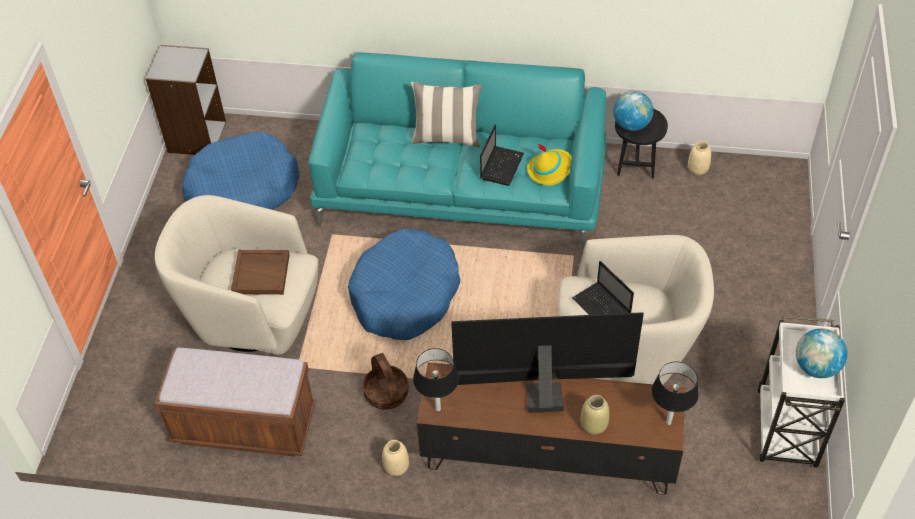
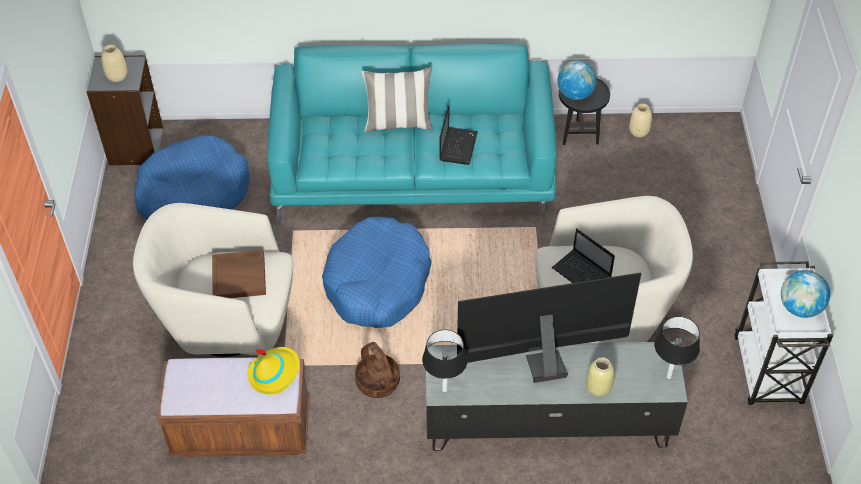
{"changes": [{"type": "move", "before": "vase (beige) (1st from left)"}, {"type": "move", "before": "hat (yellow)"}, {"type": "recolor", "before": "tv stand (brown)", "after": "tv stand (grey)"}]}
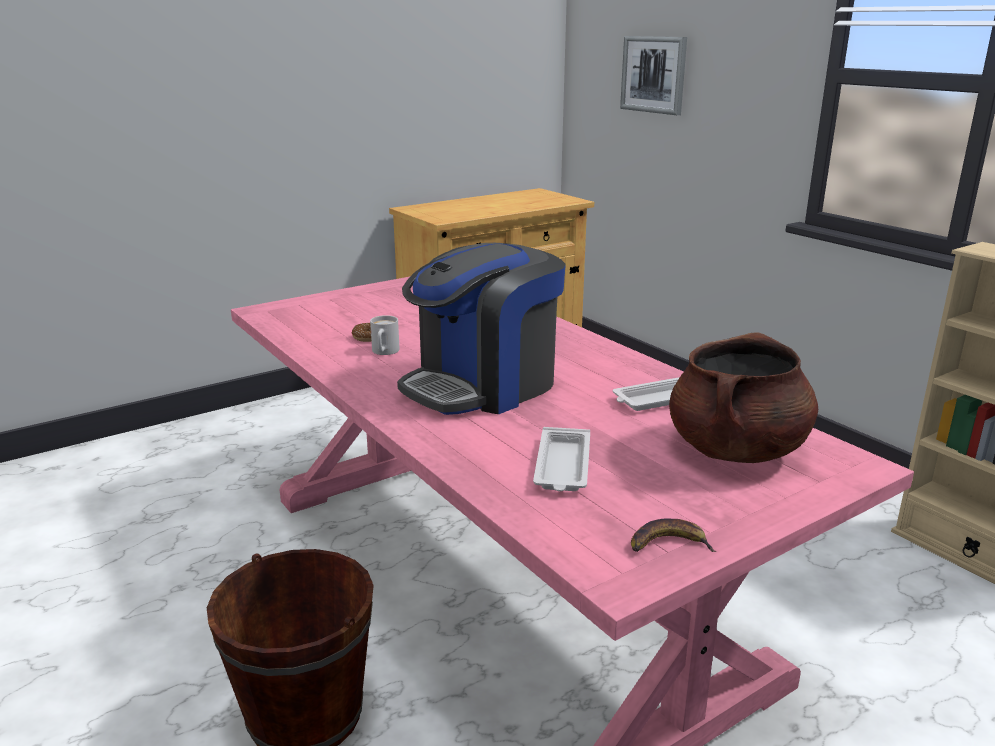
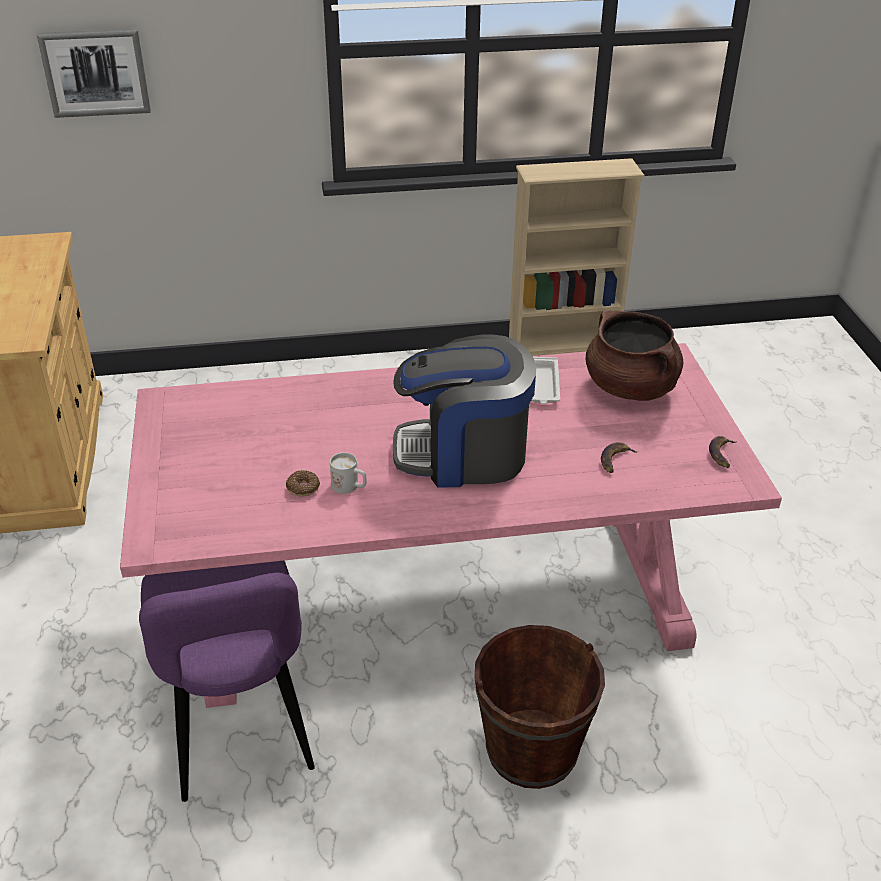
{"changes": [{"type": "insert", "after": "chair (purple)"}, {"type": "replace", "before": "tray (white) (1st from left)", "after": "banana (1st from left)"}, {"type": "rotate", "before": "coffee machine", "turn": 105}]}
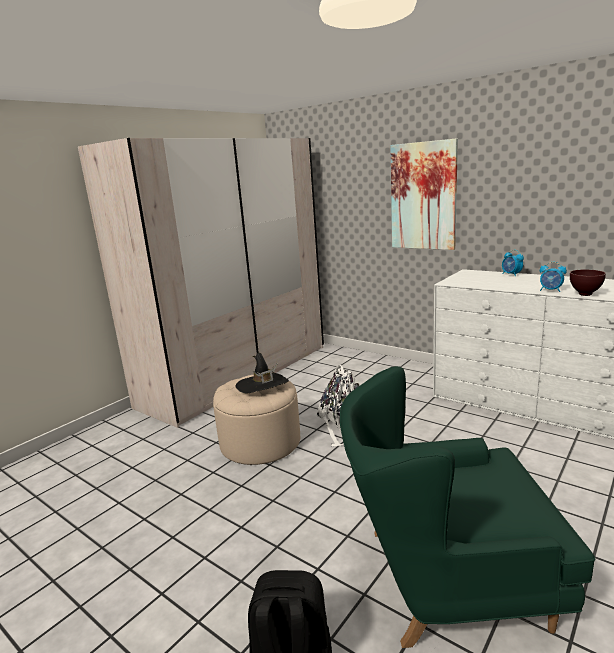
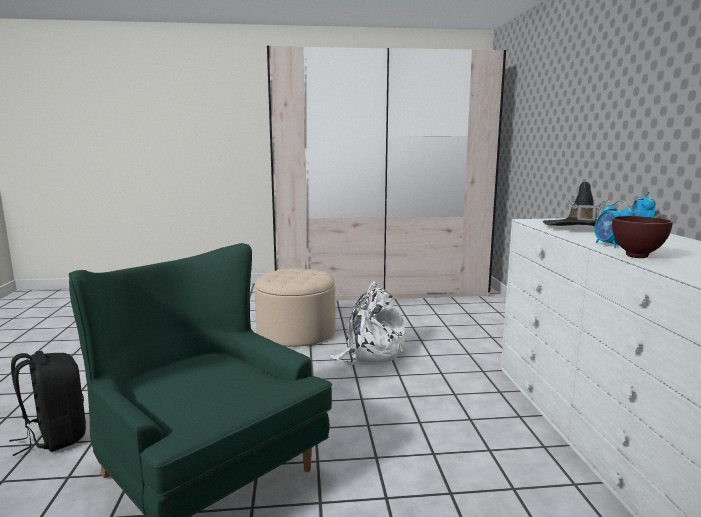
{"changes": [{"type": "delete", "before": "picture"}, {"type": "move", "before": "hat (black)"}]}
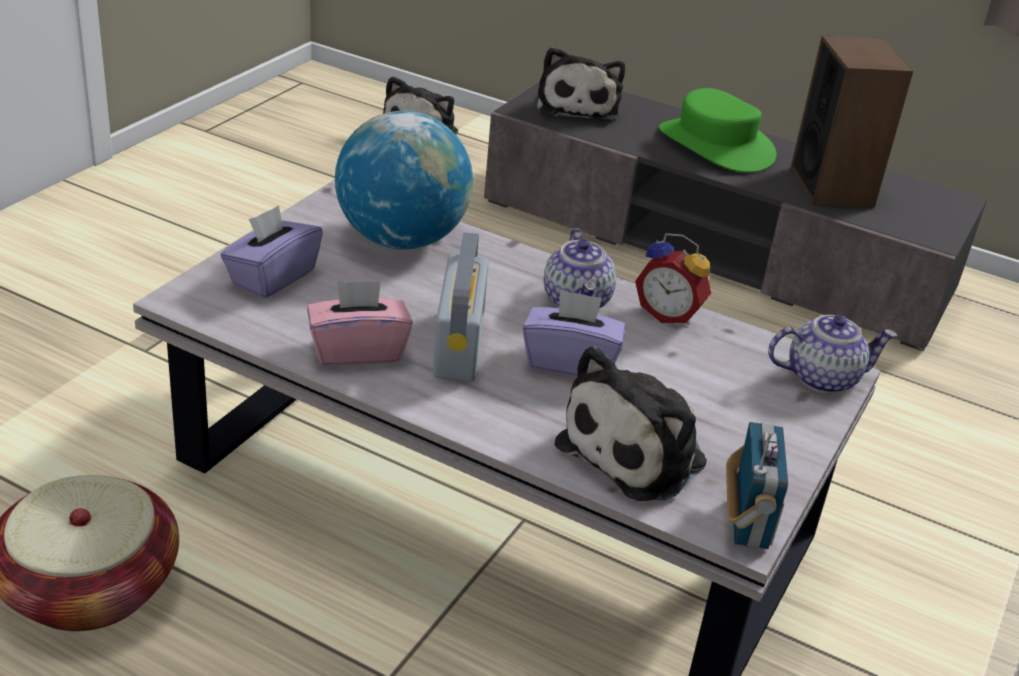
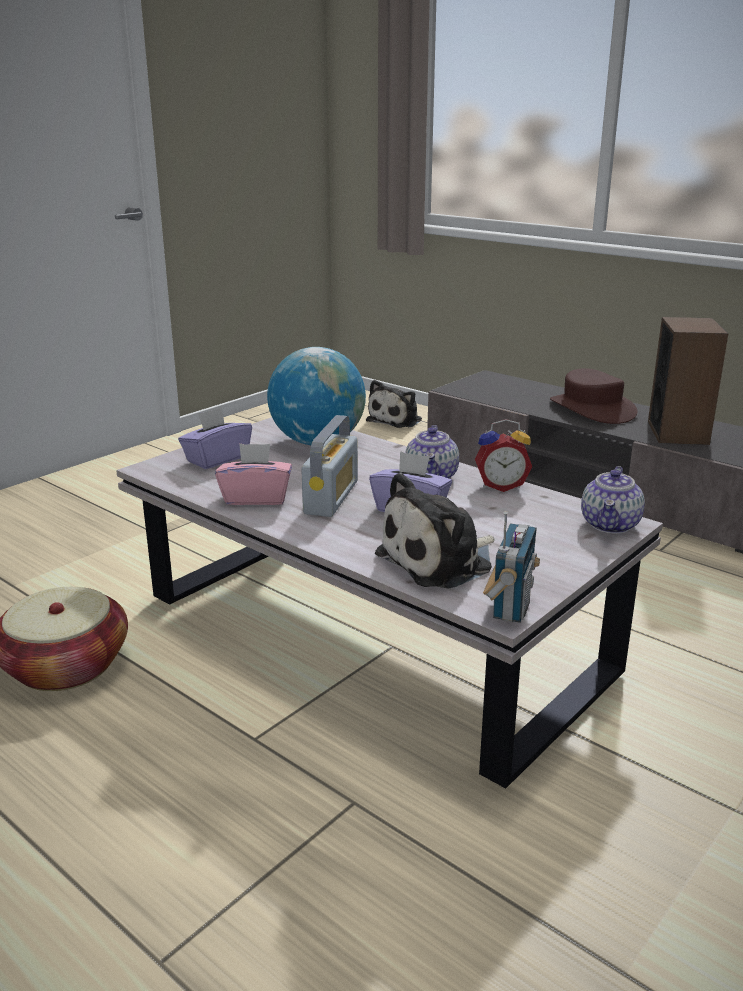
{"changes": [{"type": "delete", "before": "plush toy (2nd from left)"}, {"type": "recolor", "before": "hat (green)", "after": "hat (brown)"}, {"type": "rotate", "before": "alarm clock", "turn": -45}, {"type": "rotate", "before": "teapot (2nd from left)", "turn": 105}]}
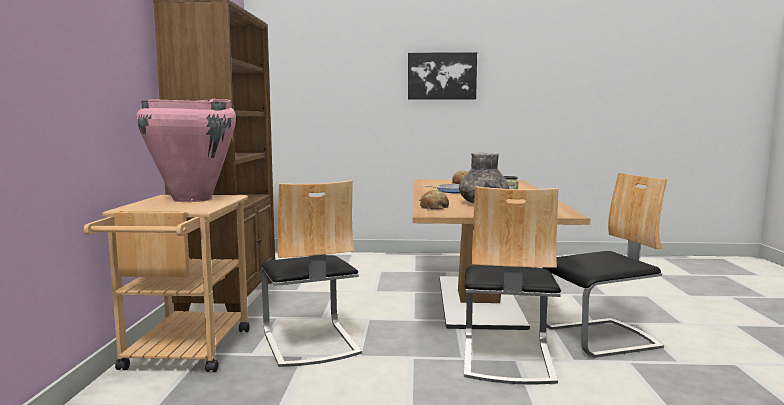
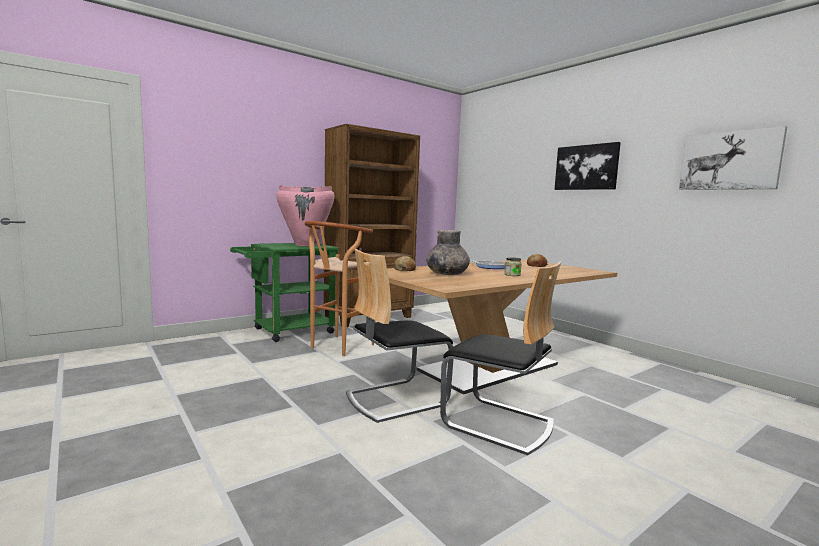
{"changes": [{"type": "insert", "after": "picture (2nd from left)"}, {"type": "replace", "before": "chair (1st from left)", "after": "stool (brown)"}, {"type": "recolor", "before": "cart (beige)", "after": "cart (green)"}]}
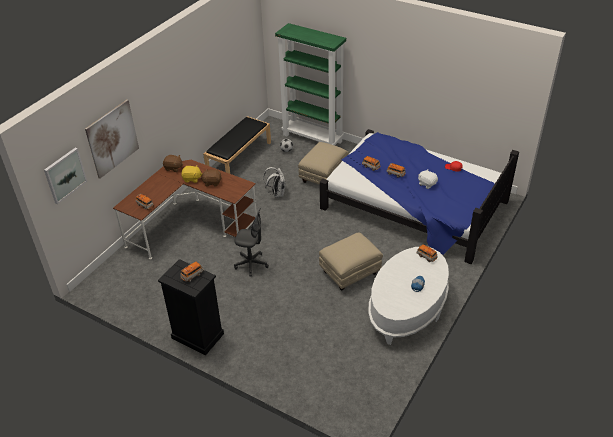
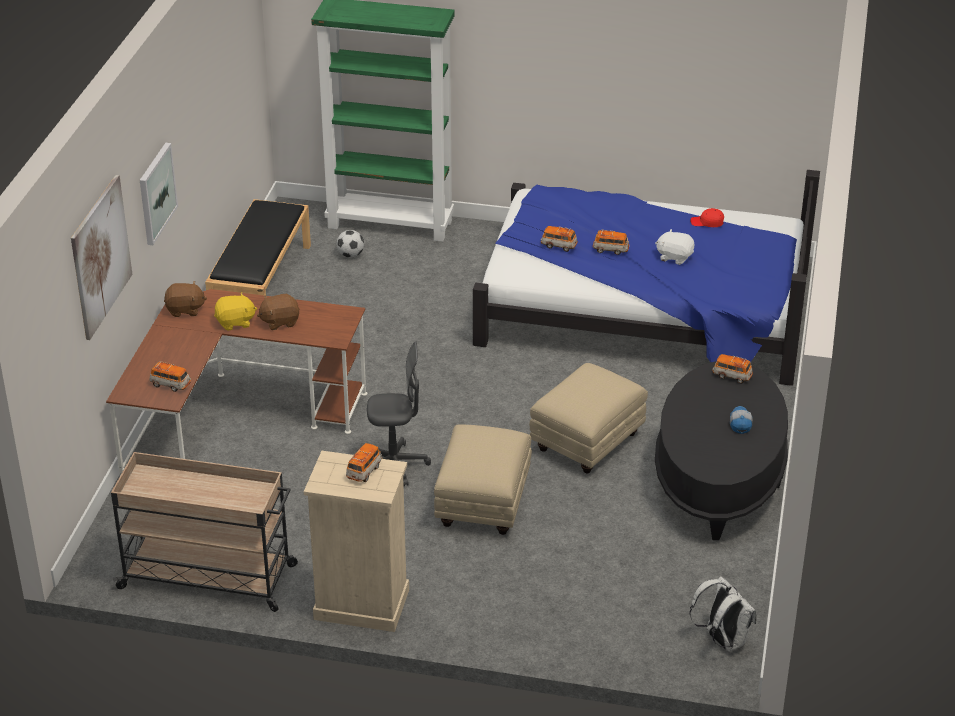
{"changes": [{"type": "insert", "after": "cart (beige)"}, {"type": "move", "before": "picture (1st from left in the first image)", "after": "picture (2nd from left)"}, {"type": "move", "before": "backpack (white)"}, {"type": "move", "before": "ottoman (beige) (1st from left)"}, {"type": "recolor", "before": "dresser (black)", "after": "dresser (beige)"}, {"type": "recolor", "before": "coffee table (white)", "after": "coffee table (black)"}]}
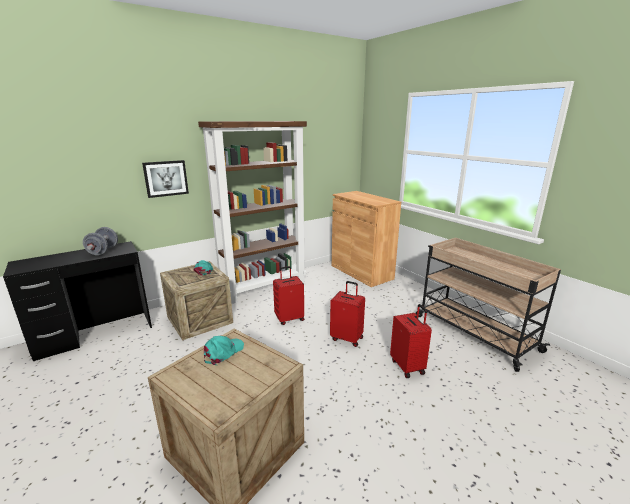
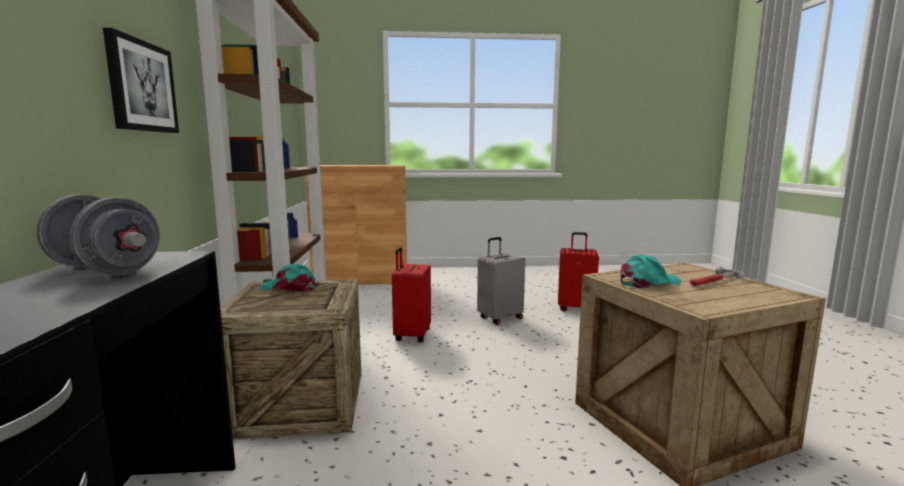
{"changes": [{"type": "delete", "before": "cart (beige)"}, {"type": "insert", "after": "hammer"}, {"type": "recolor", "before": "suitcase (red) (2nd from left)", "after": "suitcase (grey)"}, {"type": "rotate", "before": "cap (turquoise) (2nd from left)", "turn": 90}]}
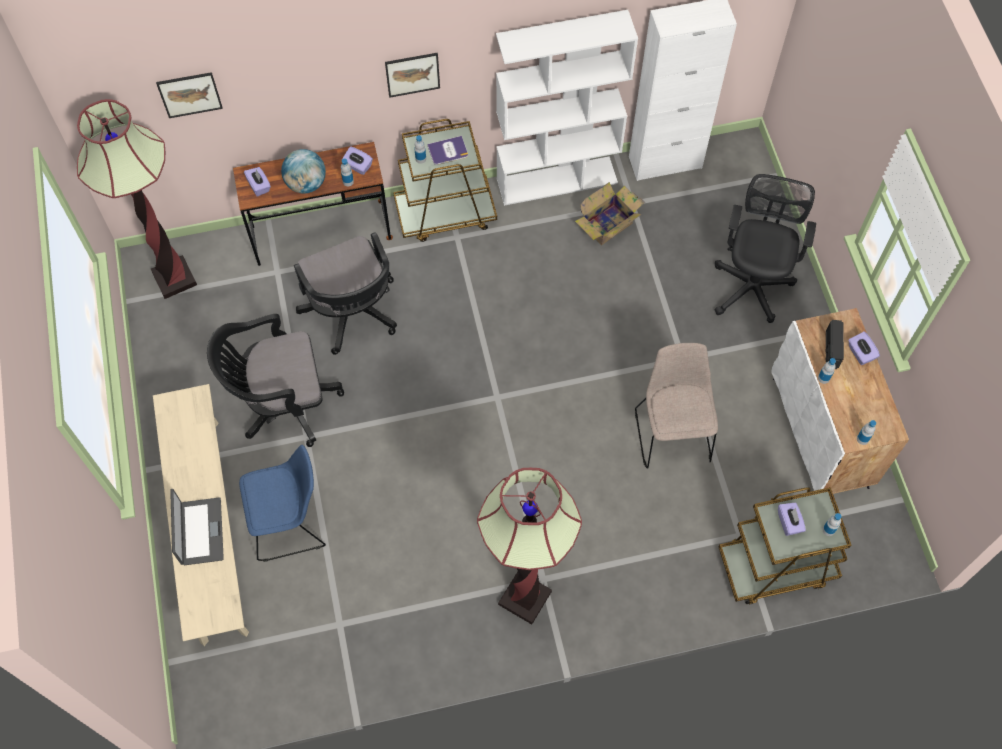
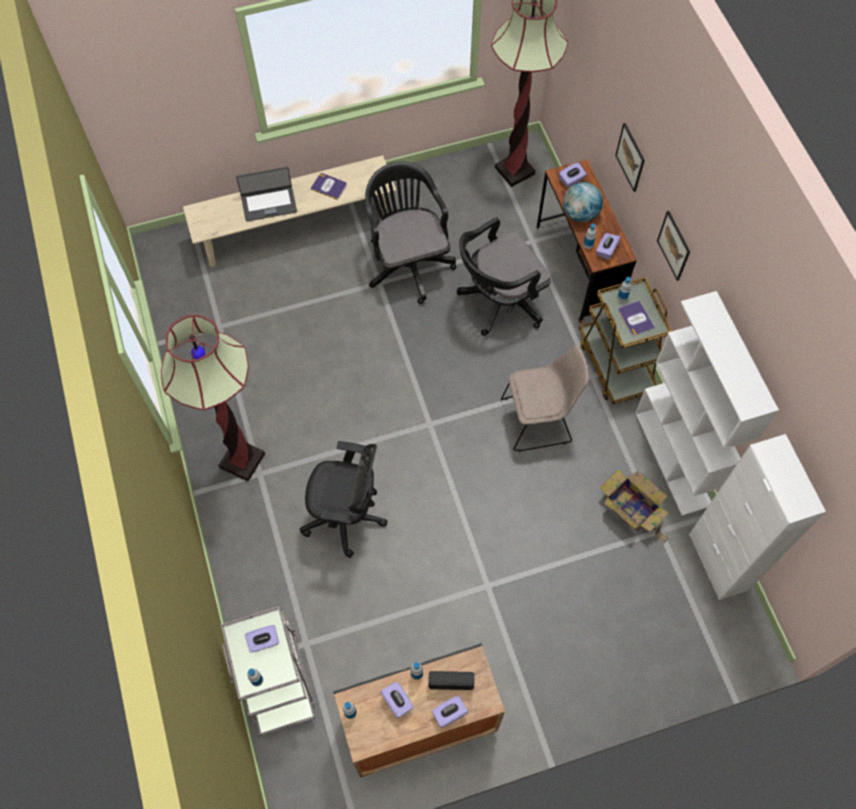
{"changes": [{"type": "delete", "before": "chair (blue)"}, {"type": "insert", "after": "book (1st from left)"}, {"type": "insert", "after": "tissue box (purple) (2nd from left)"}, {"type": "move", "before": "picture (1st from left)"}, {"type": "move", "before": "chair (beige)"}, {"type": "move", "before": "office chair (black) (3rd from left in the first image)", "after": "office chair (black) (1st from left)"}, {"type": "recolor", "before": "cart (brown) (2nd from left)", "after": "cart (grey)"}, {"type": "recolor", "before": "cabinet (white) (2nd from left)", "after": "cabinet (black)"}]}
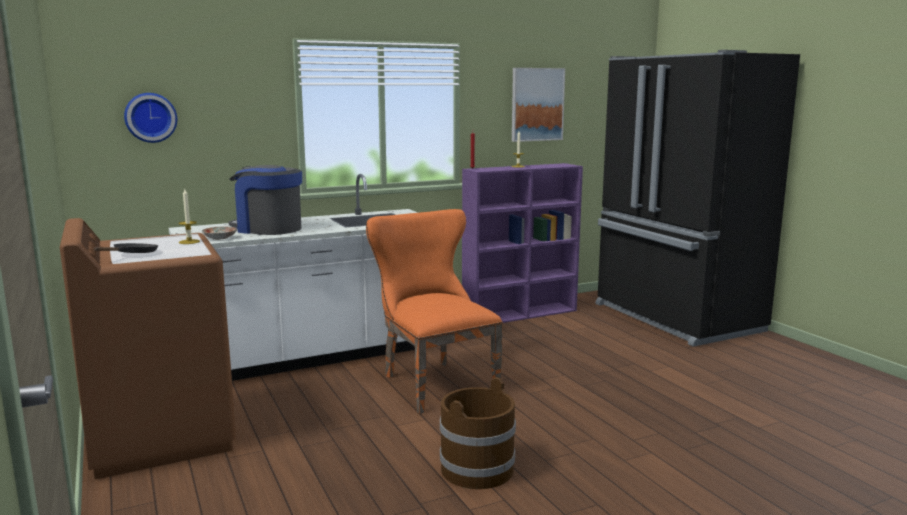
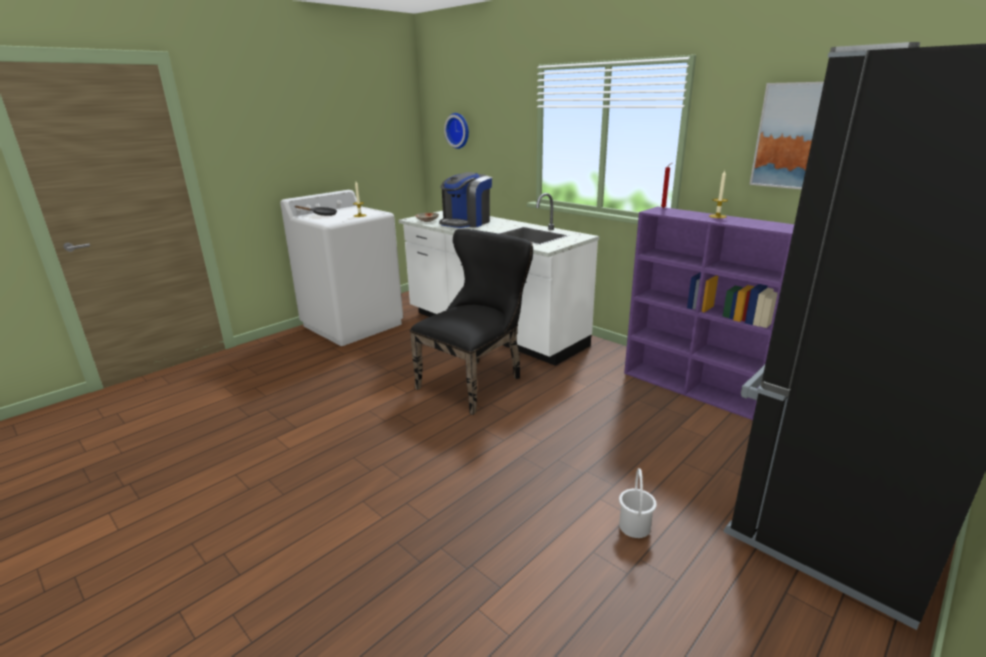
{"changes": [{"type": "delete", "before": "bucket (brown)"}, {"type": "insert", "after": "bucket (white)"}, {"type": "recolor", "before": "washing machine (brown)", "after": "washing machine (white)"}, {"type": "recolor", "before": "chair (orange)", "after": "chair (black)"}, {"type": "rotate", "before": "coffee machine", "turn": -150}]}
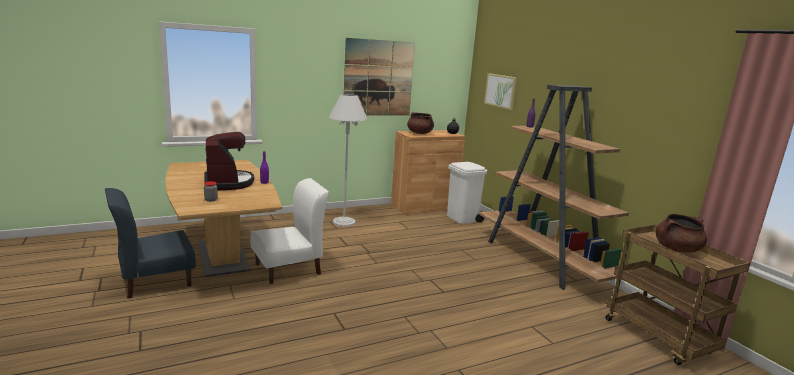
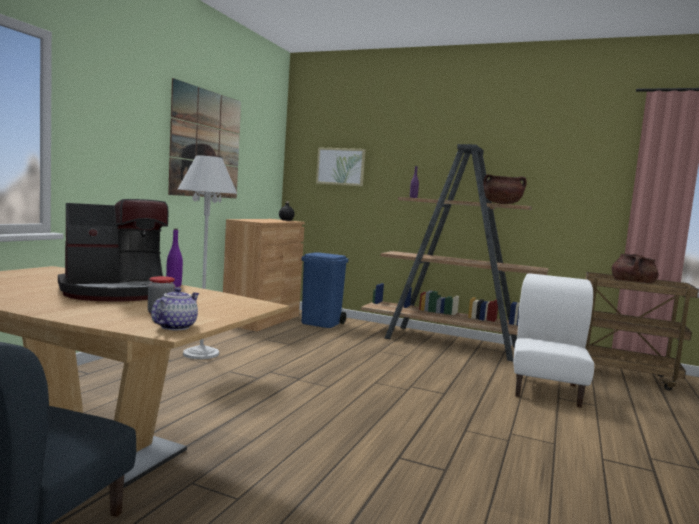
{"changes": [{"type": "insert", "after": "teapot"}, {"type": "move", "before": "chair (white)"}, {"type": "move", "before": "cooking pot (brown) (1st from left)"}, {"type": "recolor", "before": "trash can (white)", "after": "trash can (blue)"}, {"type": "rotate", "before": "coffee machine", "turn": 120}]}
